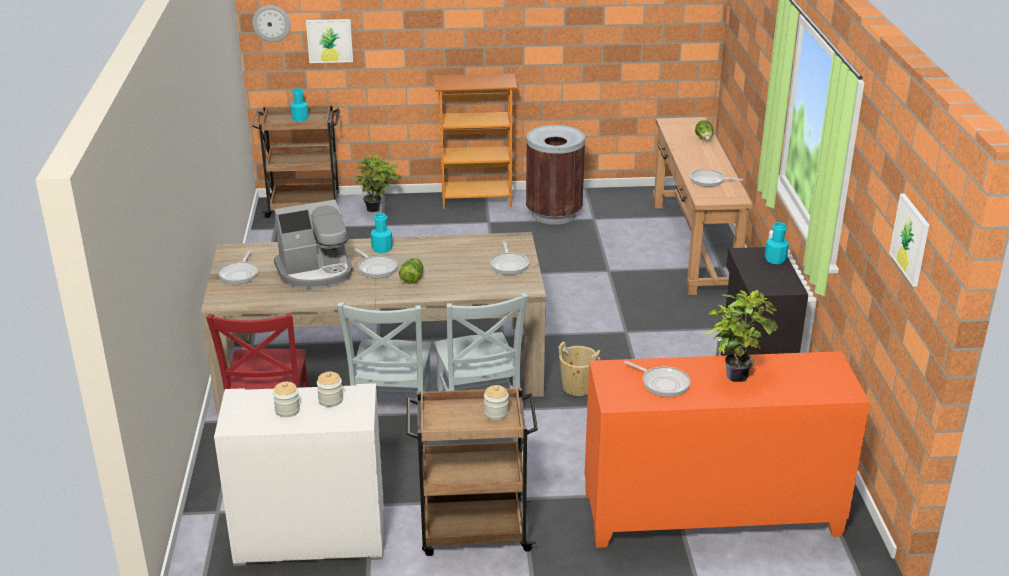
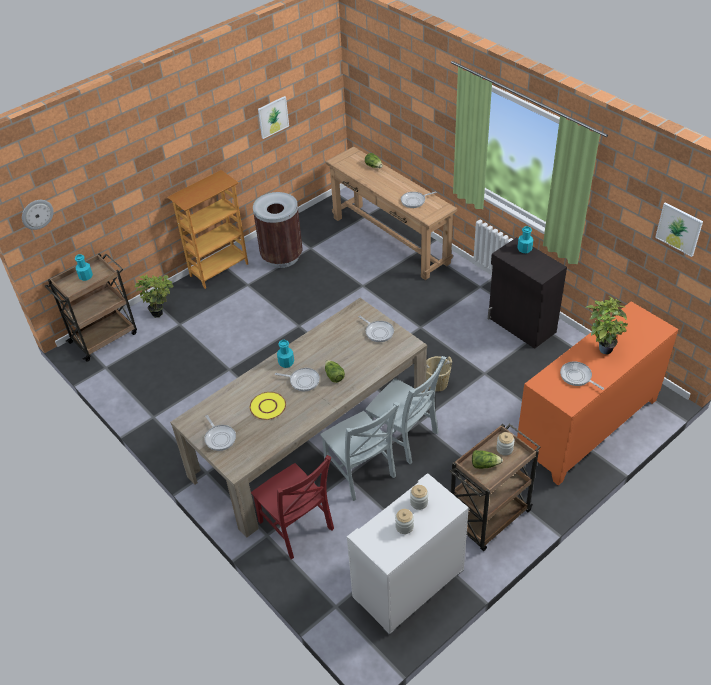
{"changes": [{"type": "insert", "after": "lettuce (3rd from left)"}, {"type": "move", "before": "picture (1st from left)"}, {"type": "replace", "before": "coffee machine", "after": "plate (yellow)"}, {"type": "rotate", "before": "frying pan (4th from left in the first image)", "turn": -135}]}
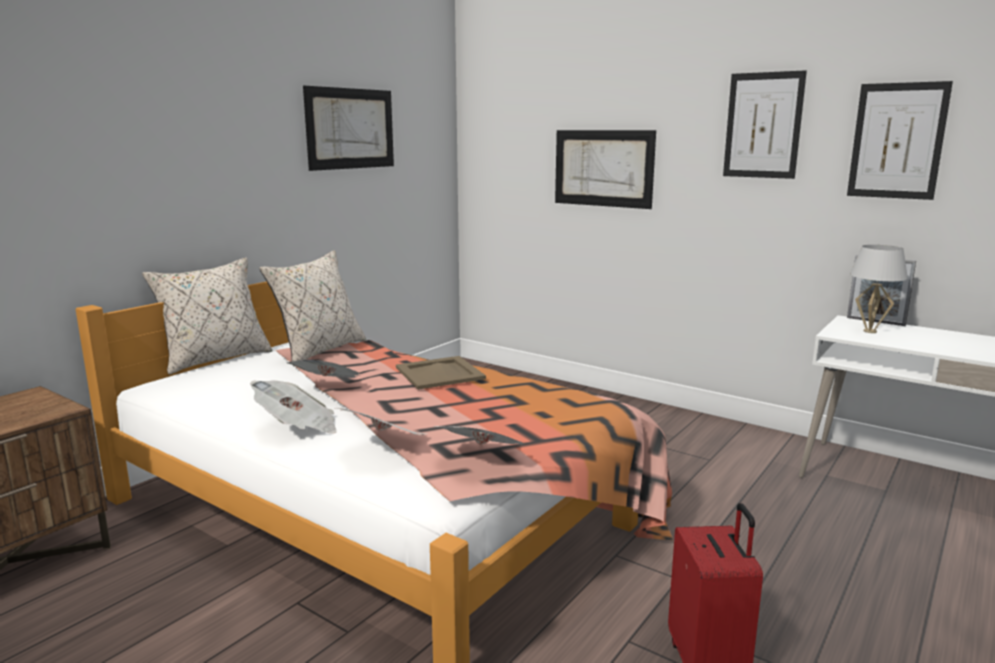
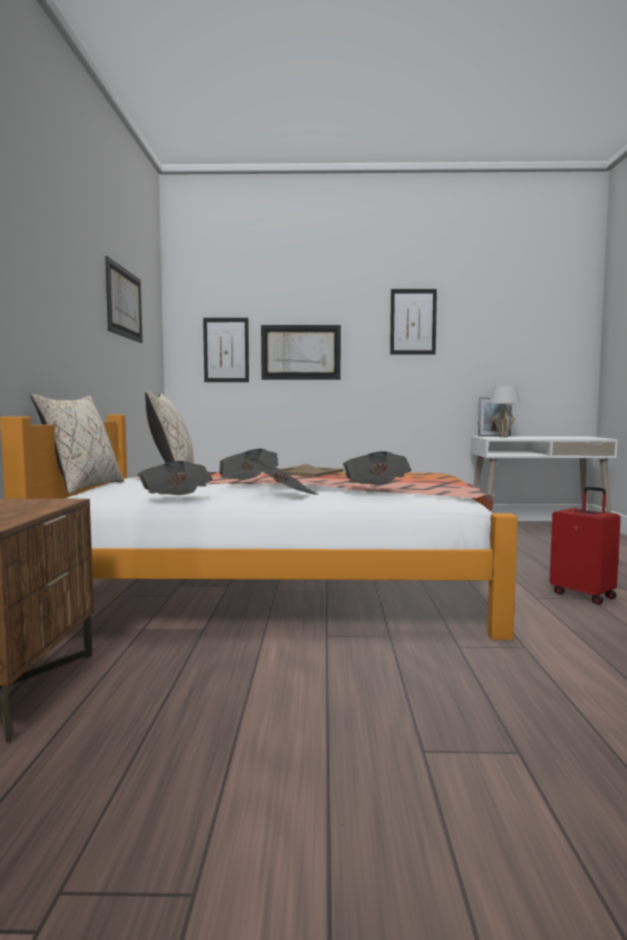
{"changes": [{"type": "move", "before": "newspaper (4th from left in the first image)", "after": "newspaper (1st from left)"}, {"type": "move", "before": "picture (4th from left in the first image)", "after": "picture (2nd from left)"}]}
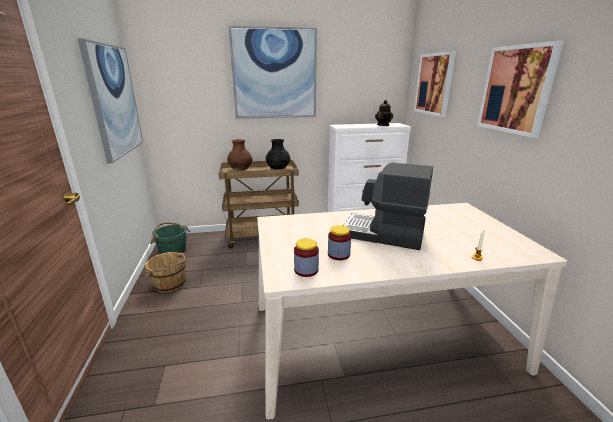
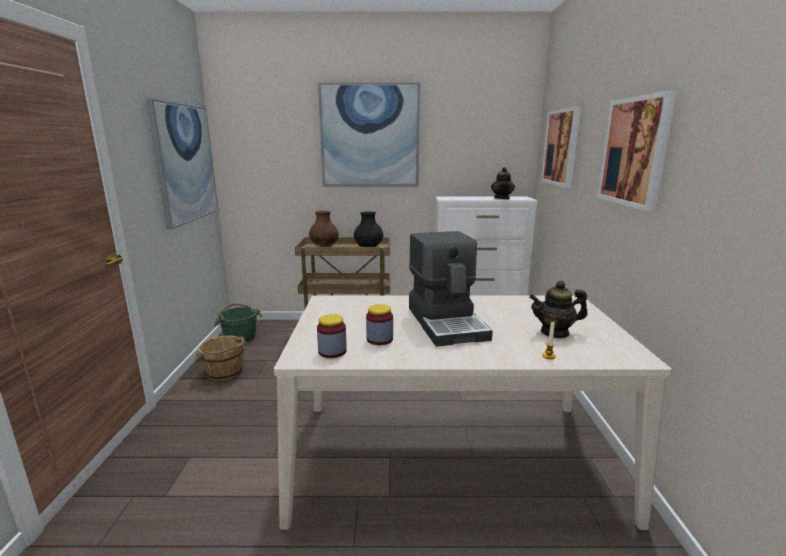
{"changes": [{"type": "insert", "after": "teapot (2nd from left)"}, {"type": "rotate", "before": "coffee machine", "turn": -135}]}
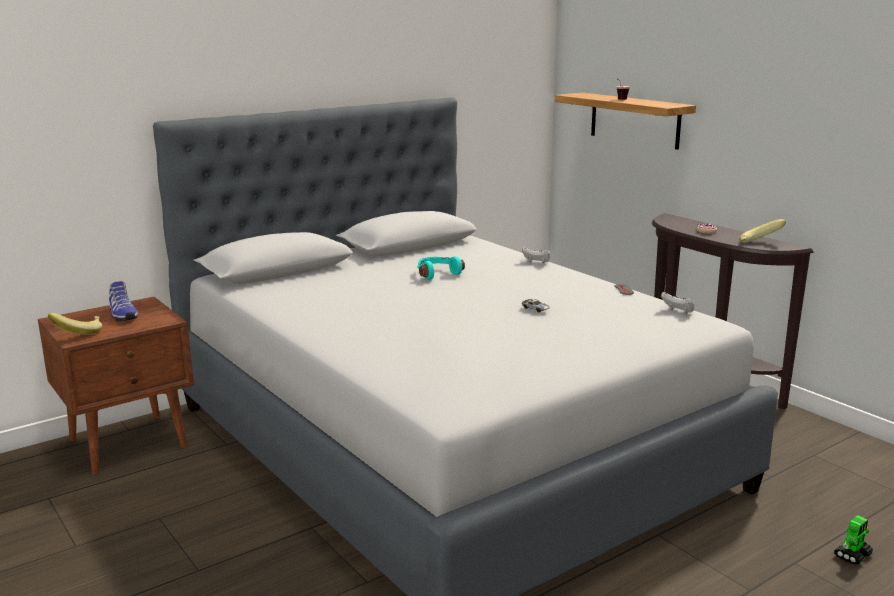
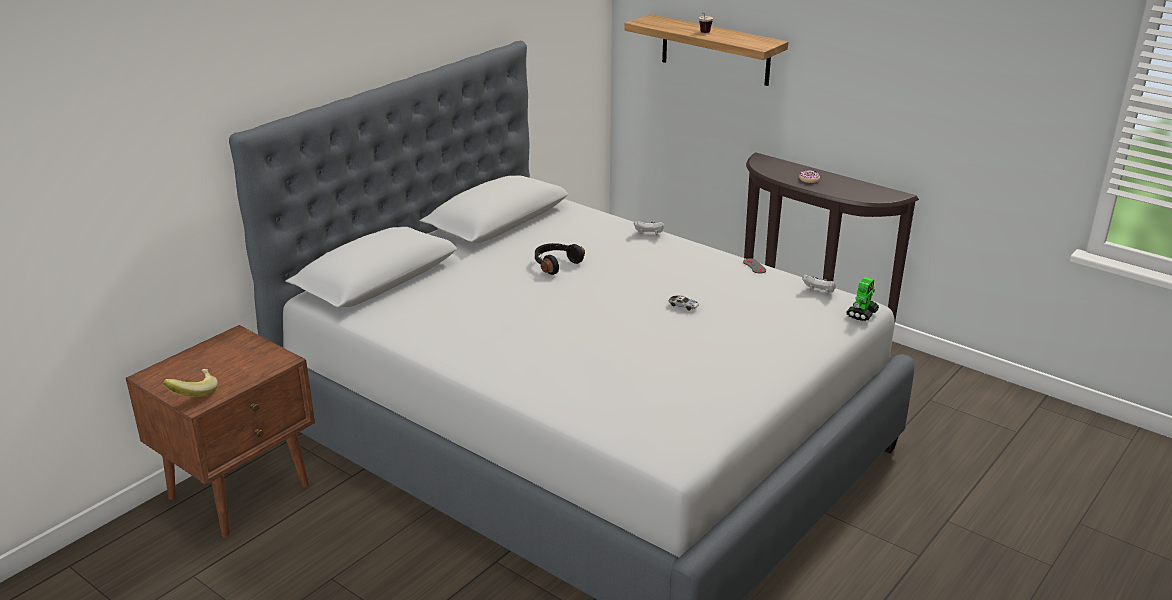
{"changes": [{"type": "delete", "before": "shoe"}, {"type": "delete", "before": "banana (2nd from left)"}, {"type": "move", "before": "toy robot"}, {"type": "recolor", "before": "headphones (turquoise)", "after": "headphones (black)"}]}
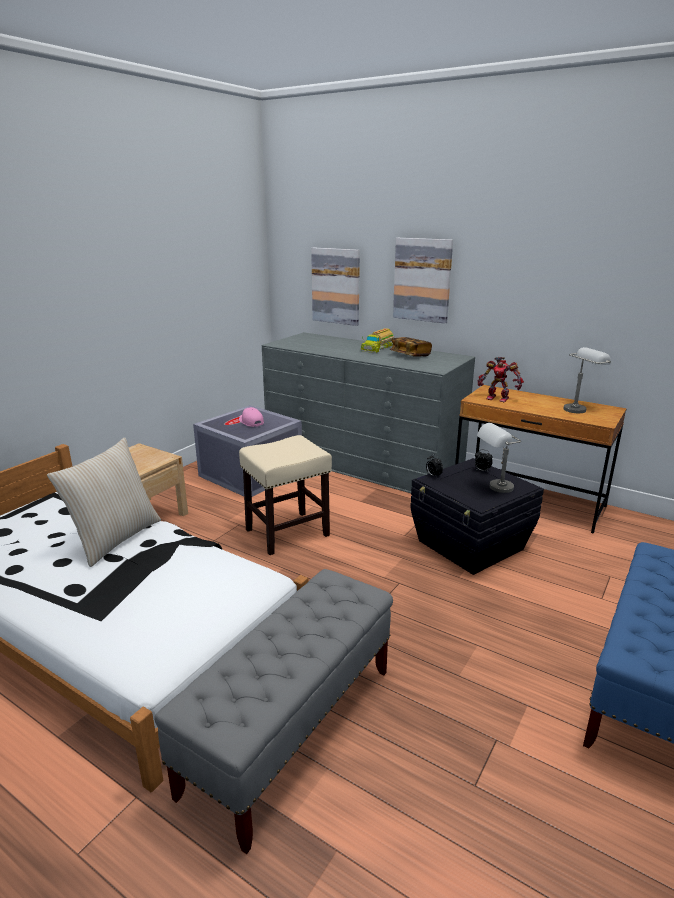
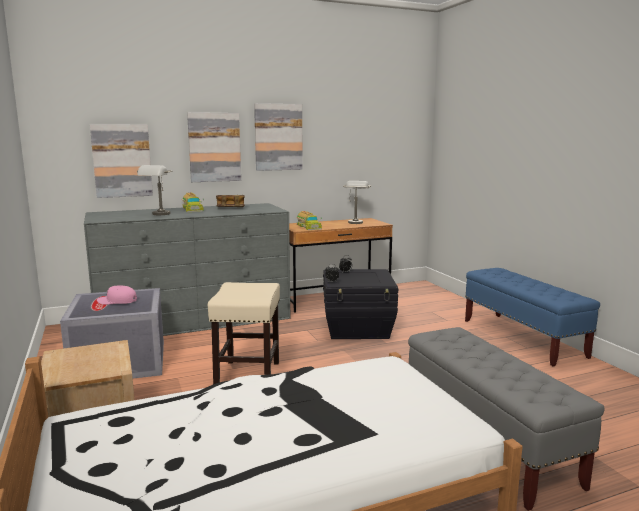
{"changes": [{"type": "delete", "before": "pillow (beige)"}, {"type": "insert", "after": "picture (3rd from left)"}, {"type": "move", "before": "table lamp (grey) (1st from left)"}, {"type": "replace", "before": "toy robot", "after": "toy truck (2nd from left)"}]}
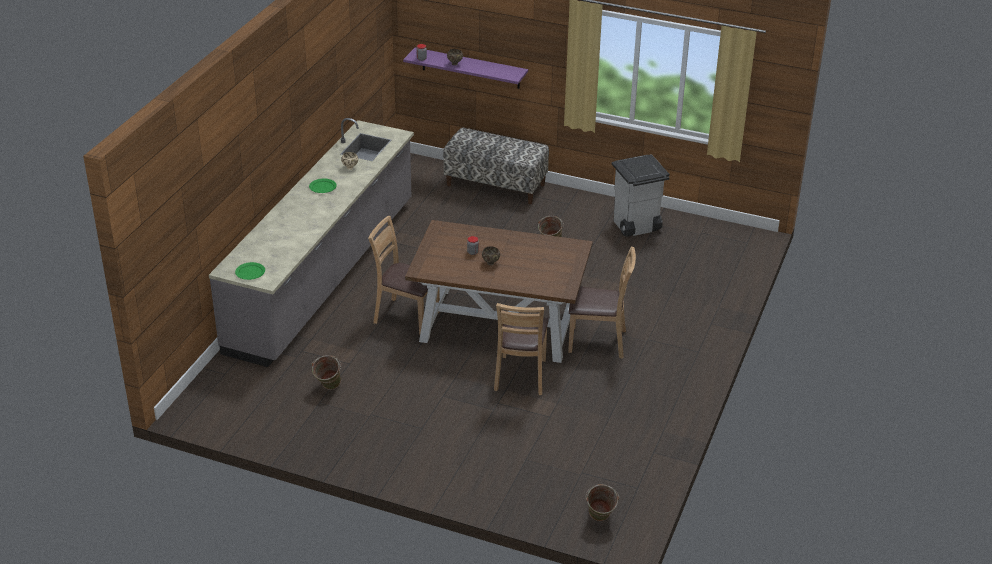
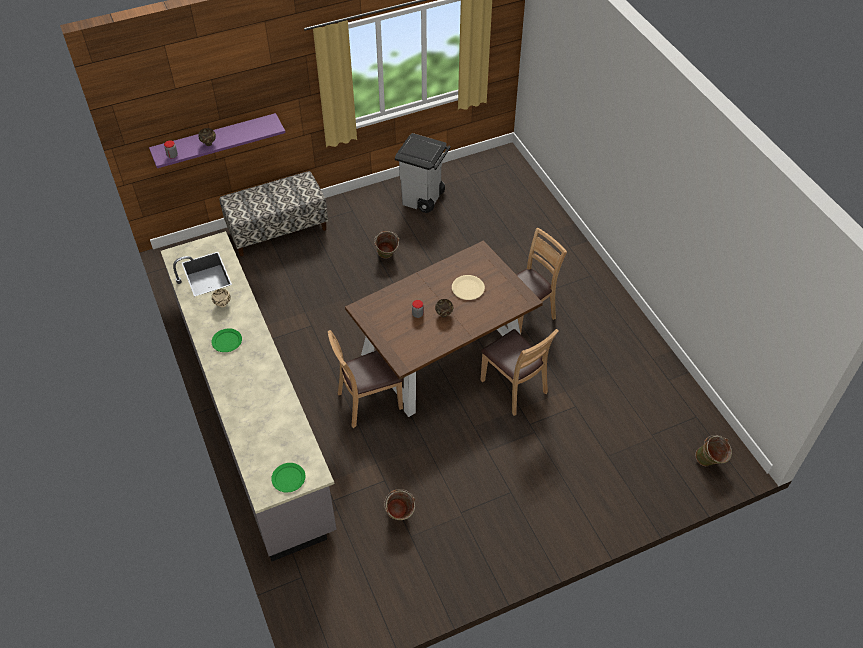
{"changes": [{"type": "insert", "after": "plate (beige)"}]}
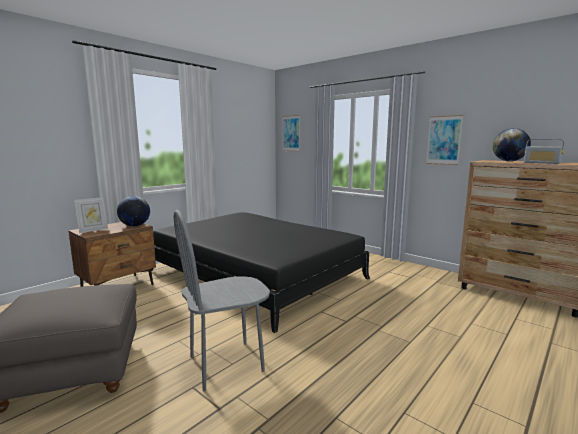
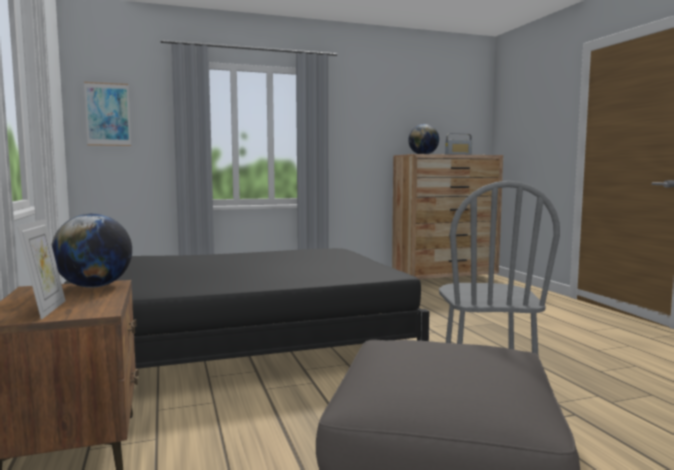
{"changes": [{"type": "delete", "before": "picture (2nd from left)"}]}
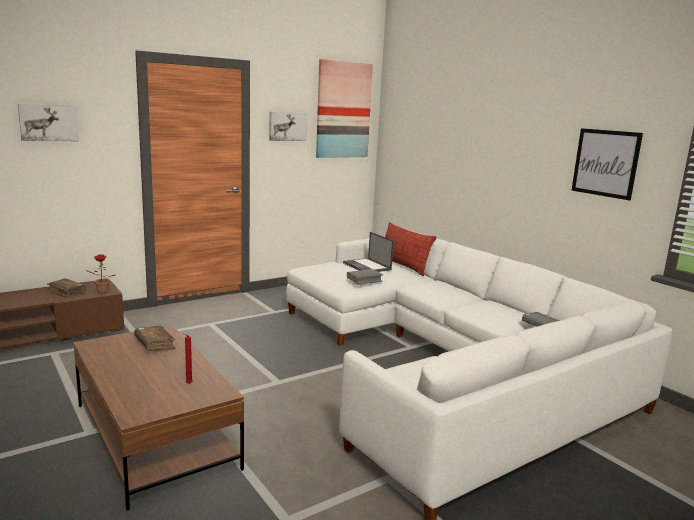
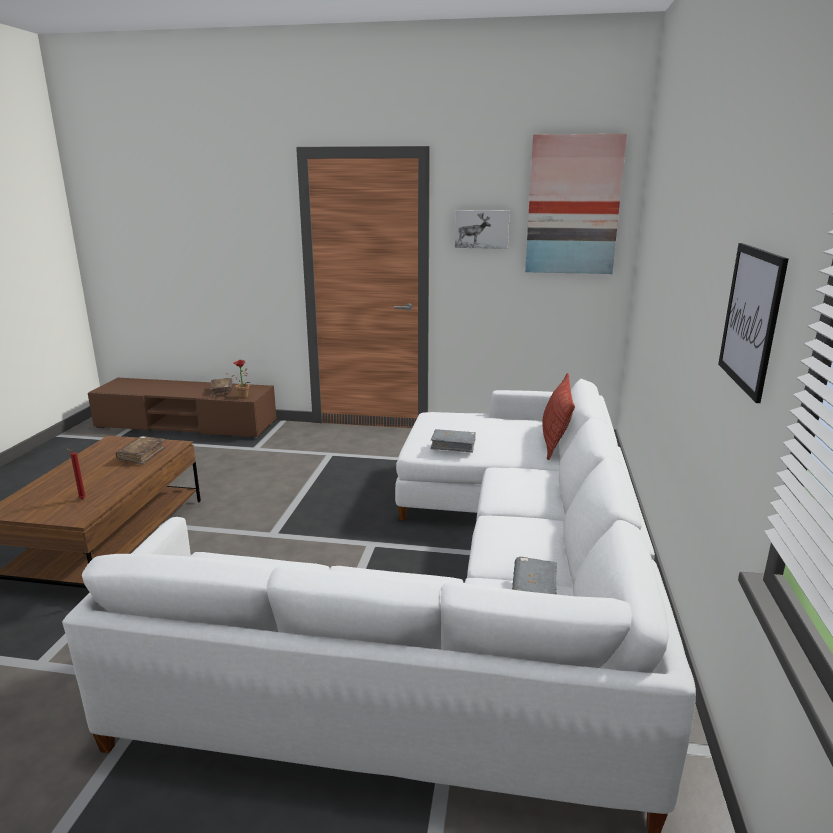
{"changes": [{"type": "delete", "before": "picture (1st from left)"}, {"type": "delete", "before": "laptop"}]}
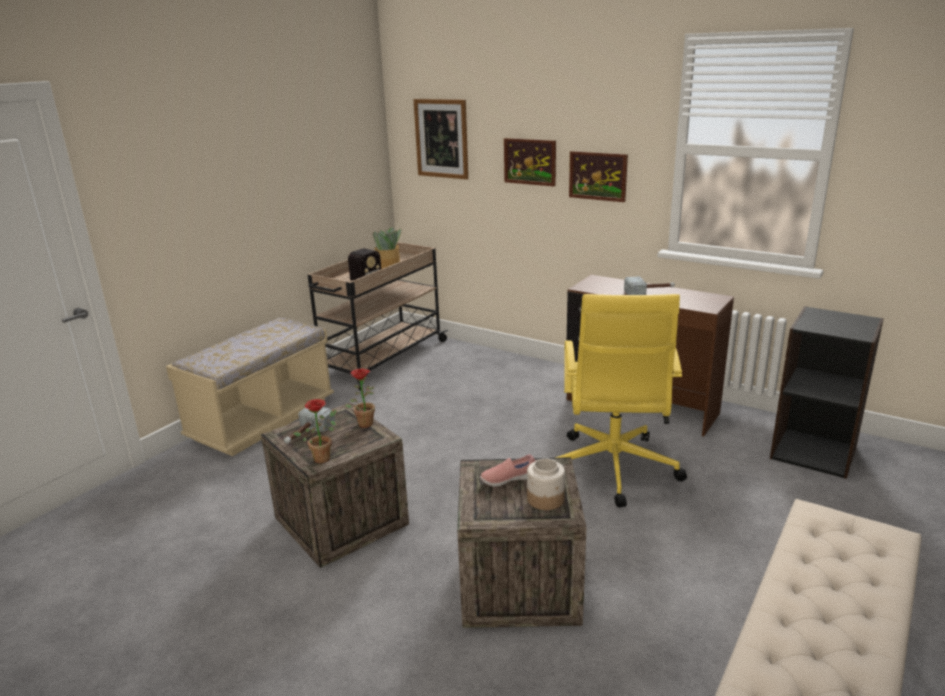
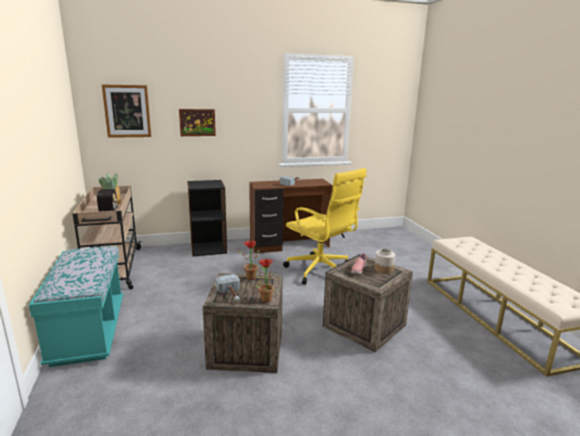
{"changes": [{"type": "delete", "before": "picture (3rd from left)"}, {"type": "move", "before": "bookcase (black)"}, {"type": "recolor", "before": "bench (beige) (1st from left)", "after": "bench (turquoise)"}]}
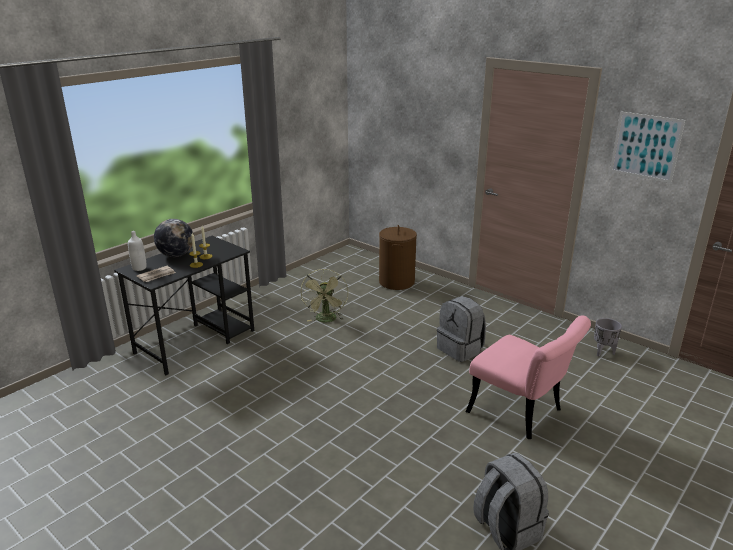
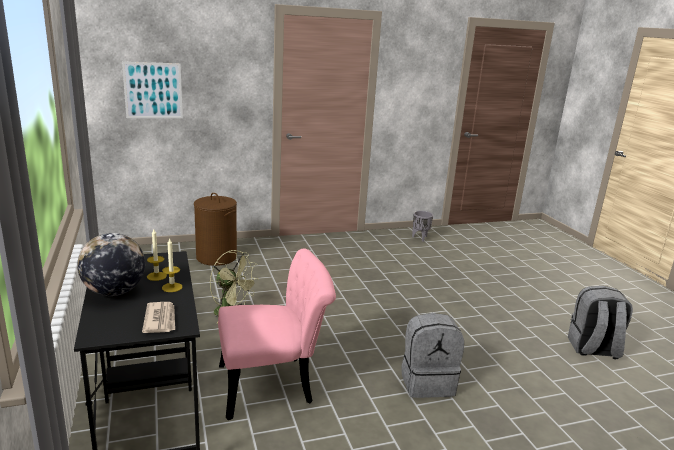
{"changes": [{"type": "delete", "before": "bottle (white)"}, {"type": "move", "before": "backpack (grey) (1st from left)"}, {"type": "move", "before": "chair (pink)"}, {"type": "move", "before": "picture"}]}
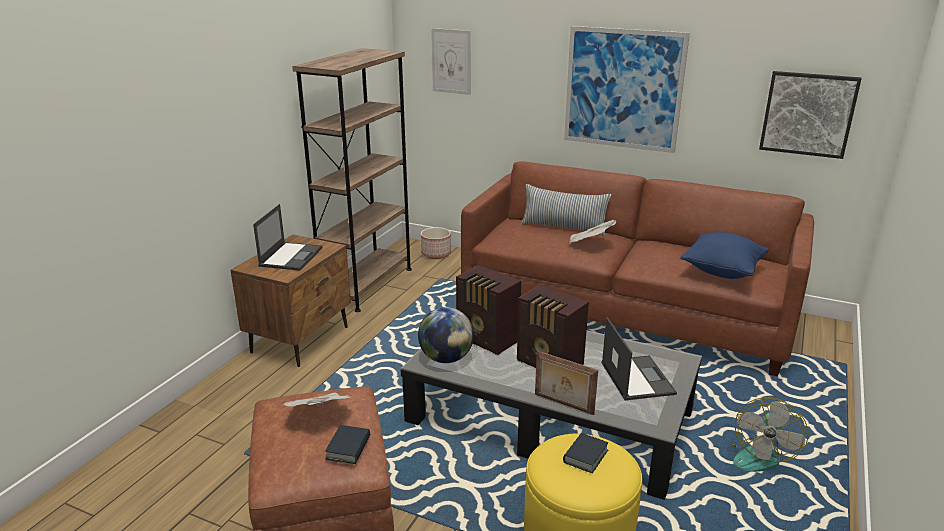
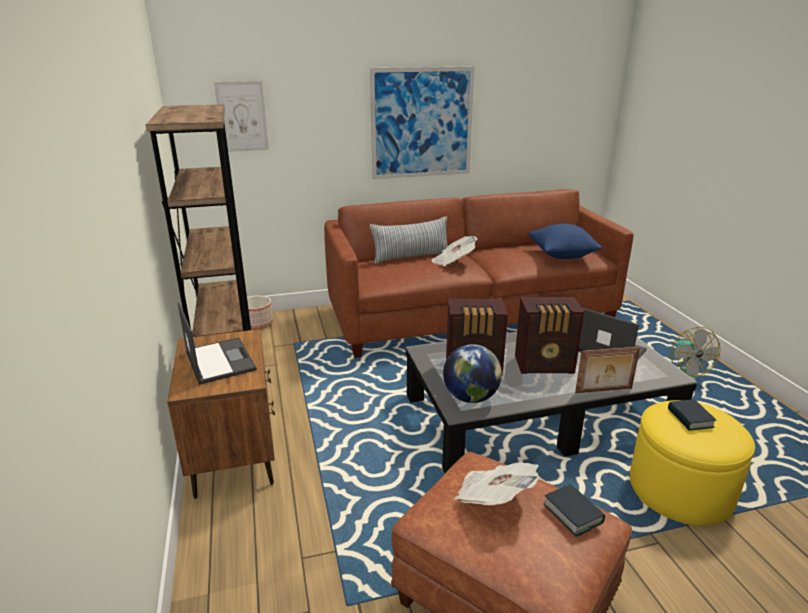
{"changes": [{"type": "delete", "before": "picture (3rd from left)"}]}
